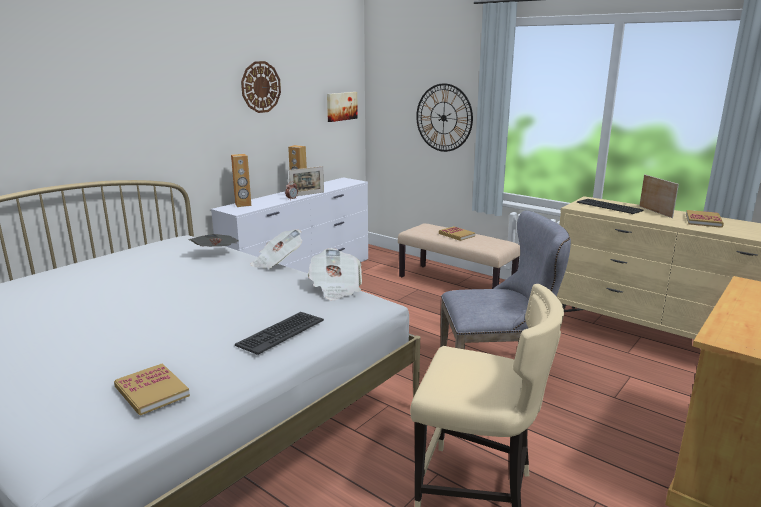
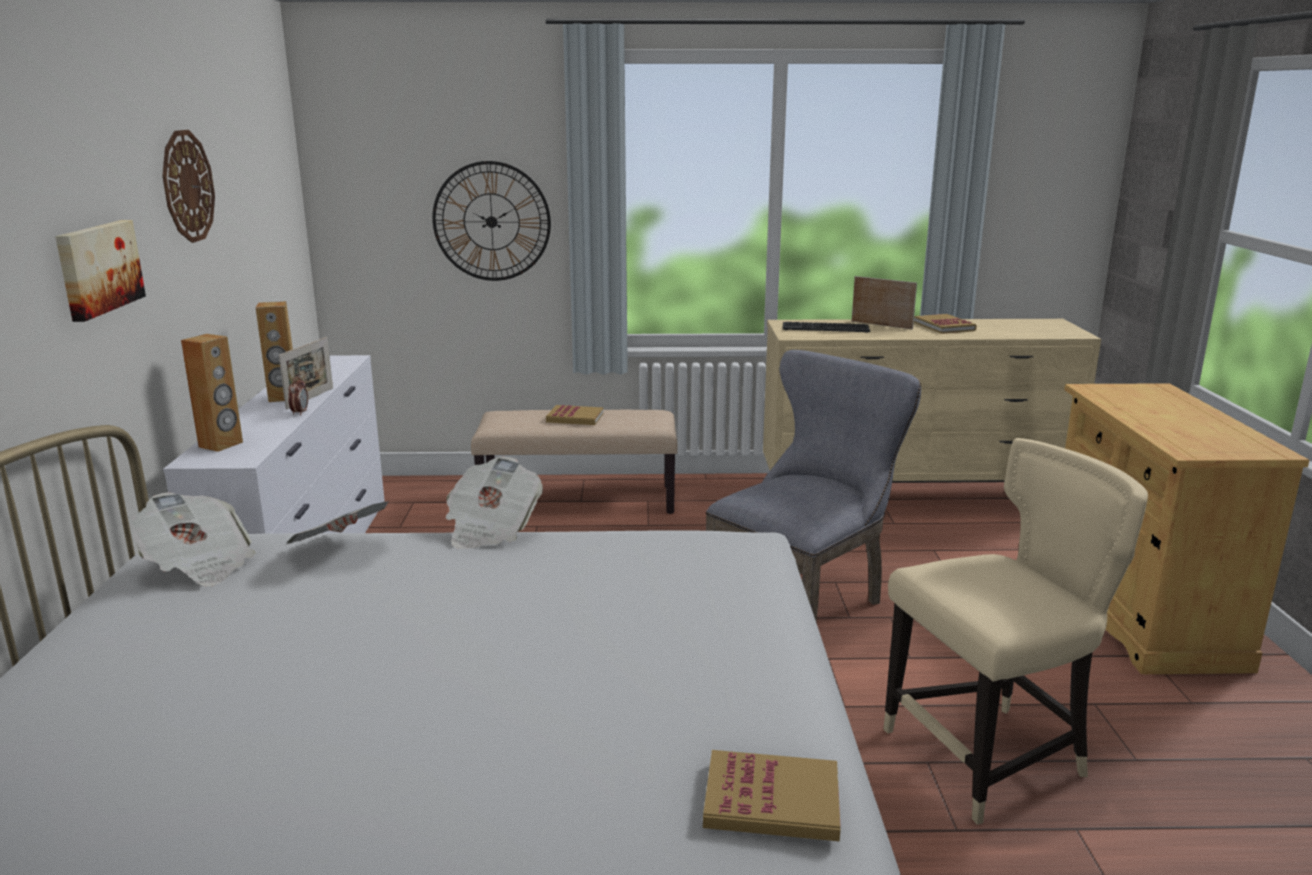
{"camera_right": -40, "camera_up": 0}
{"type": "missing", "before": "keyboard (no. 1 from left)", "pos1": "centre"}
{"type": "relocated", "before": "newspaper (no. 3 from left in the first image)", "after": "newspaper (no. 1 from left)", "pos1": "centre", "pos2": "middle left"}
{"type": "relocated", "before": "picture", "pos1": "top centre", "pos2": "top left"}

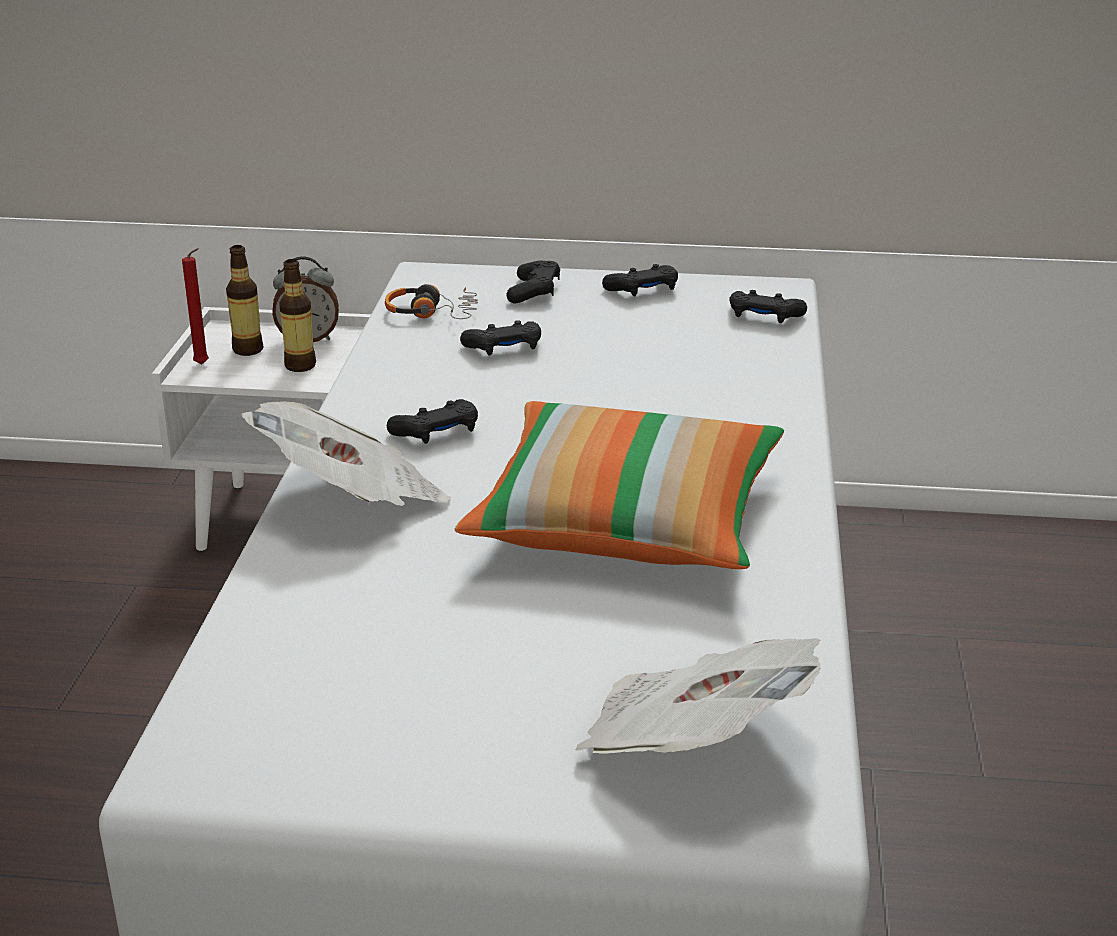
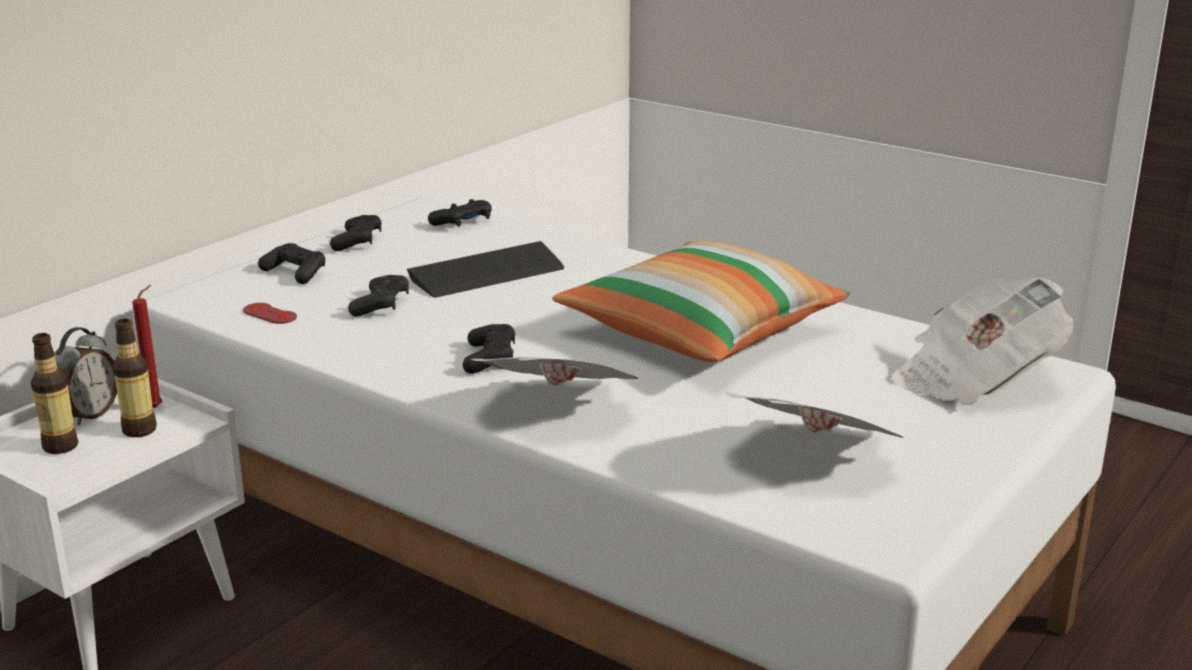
{"camera_right": -60, "camera_up": -5}
{"type": "appeared", "after": "keyboard", "pos2": "centre"}
{"type": "appeared", "after": "newspaper (no. 2 from left)", "pos2": "middle right"}
{"type": "relocated", "before": "candle/red", "pos1": "top left", "pos2": "middle left"}
{"type": "exchanged", "before": "headphones", "after": "game controller/red", "pos1": "top centre", "pos2": "middle left"}

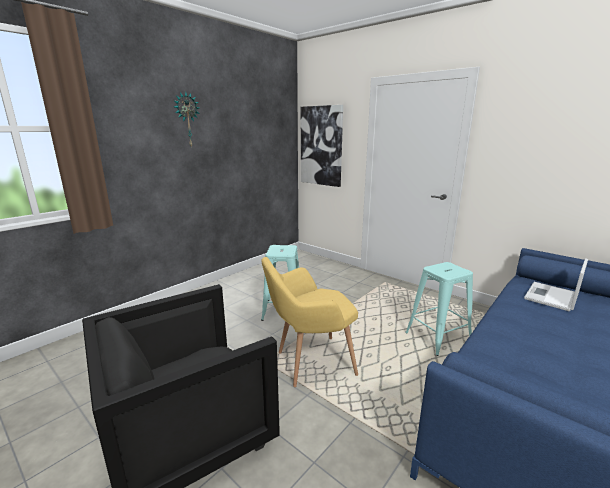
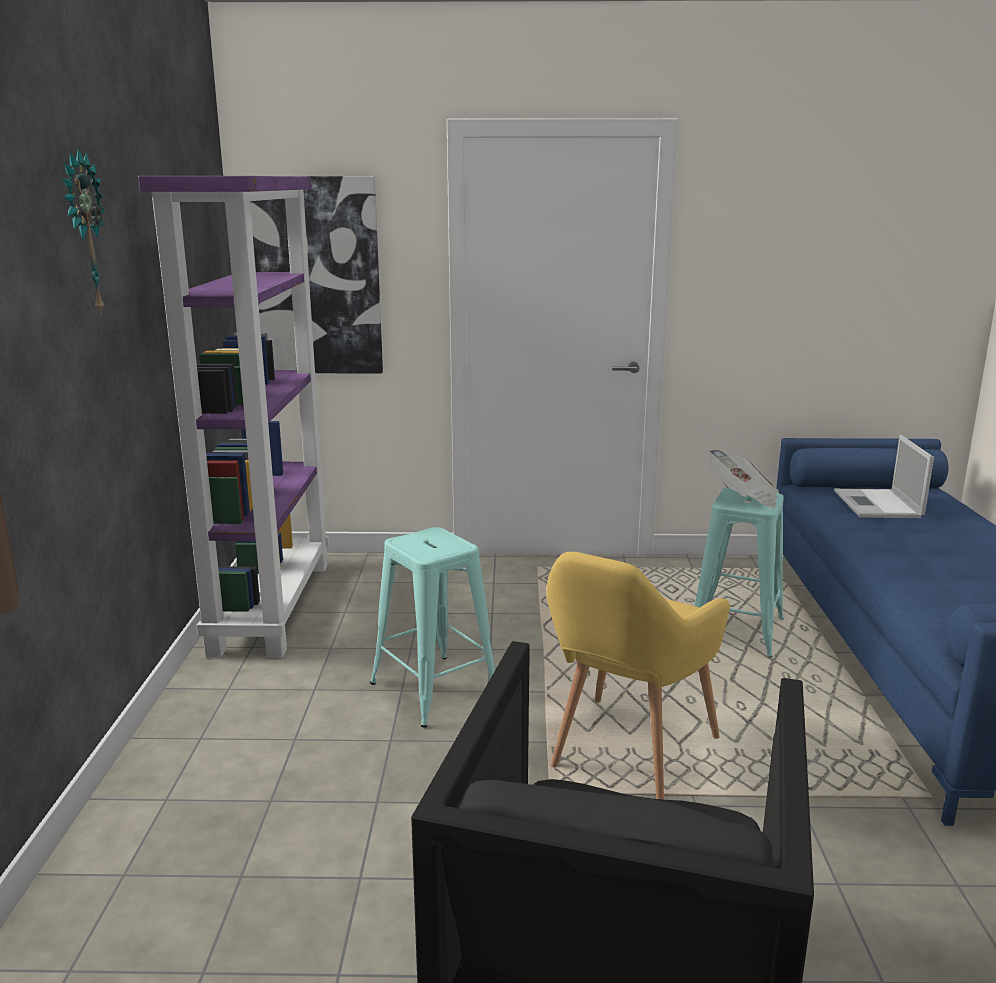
{"camera_right": -40, "camera_up": 0}
{"type": "appeared", "after": "bookcase/purple", "pos2": "middle left"}
{"type": "appeared", "after": "newspaper", "pos2": "middle right"}

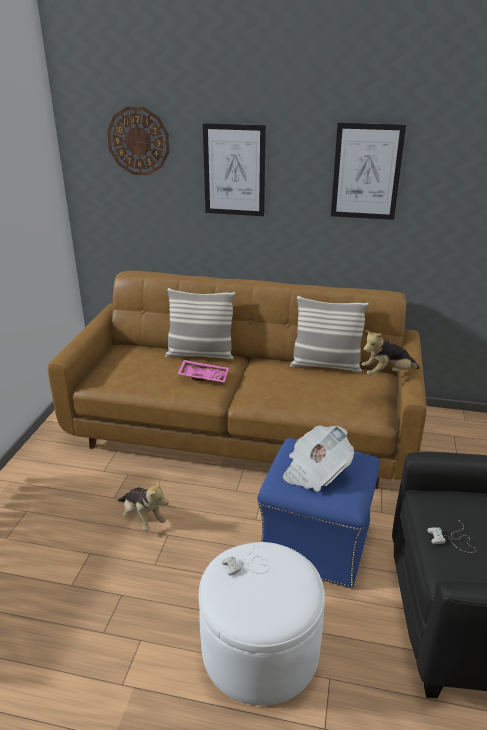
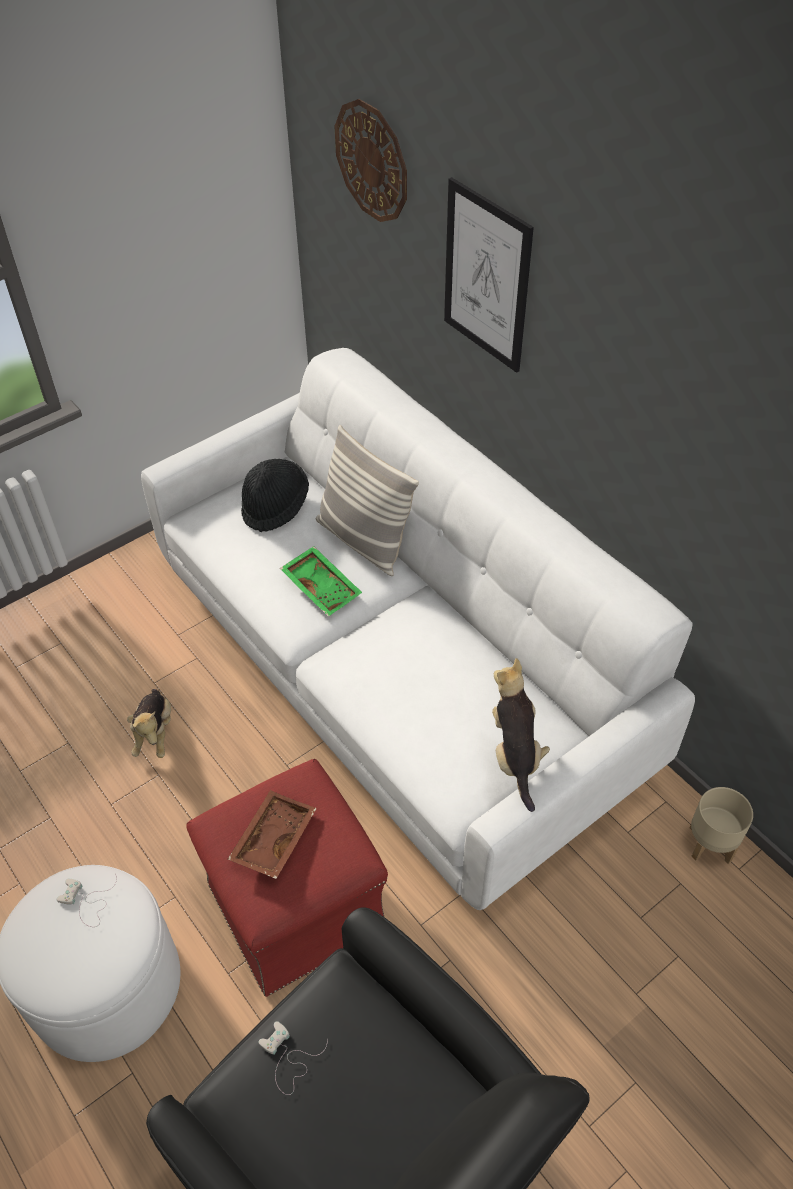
{"camera_right": 40, "camera_up": 20}
{"type": "missing", "before": "pillow (no. 2 from left)", "pos1": "middle right"}
{"type": "missing", "before": "picture (no. 2 from left)", "pos1": "top right"}
{"type": "appeared", "after": "hat/black", "pos2": "centre"}
{"type": "appeared", "after": "planter/beige", "pos2": "bottom right"}
{"type": "exchanged", "before": "newspaper", "after": "tray/brown", "pos1": "centre", "pos2": "bottom centre"}
{"type": "colour", "before": "sofa/brown", "after": "sofa/white", "pos1": "centre", "pos2": "centre"}
{"type": "colour", "before": "tray/pink", "after": "tray/green", "pos1": "centre", "pos2": "centre"}
{"type": "colour", "before": "ottoman/blue", "after": "ottoman/red", "pos1": "bottom centre", "pos2": "bottom centre"}
{"type": "spun", "before": "plush toy (no. 2 from left)", "pos1": "middle right", "pos2": "centre", "turn": 60}

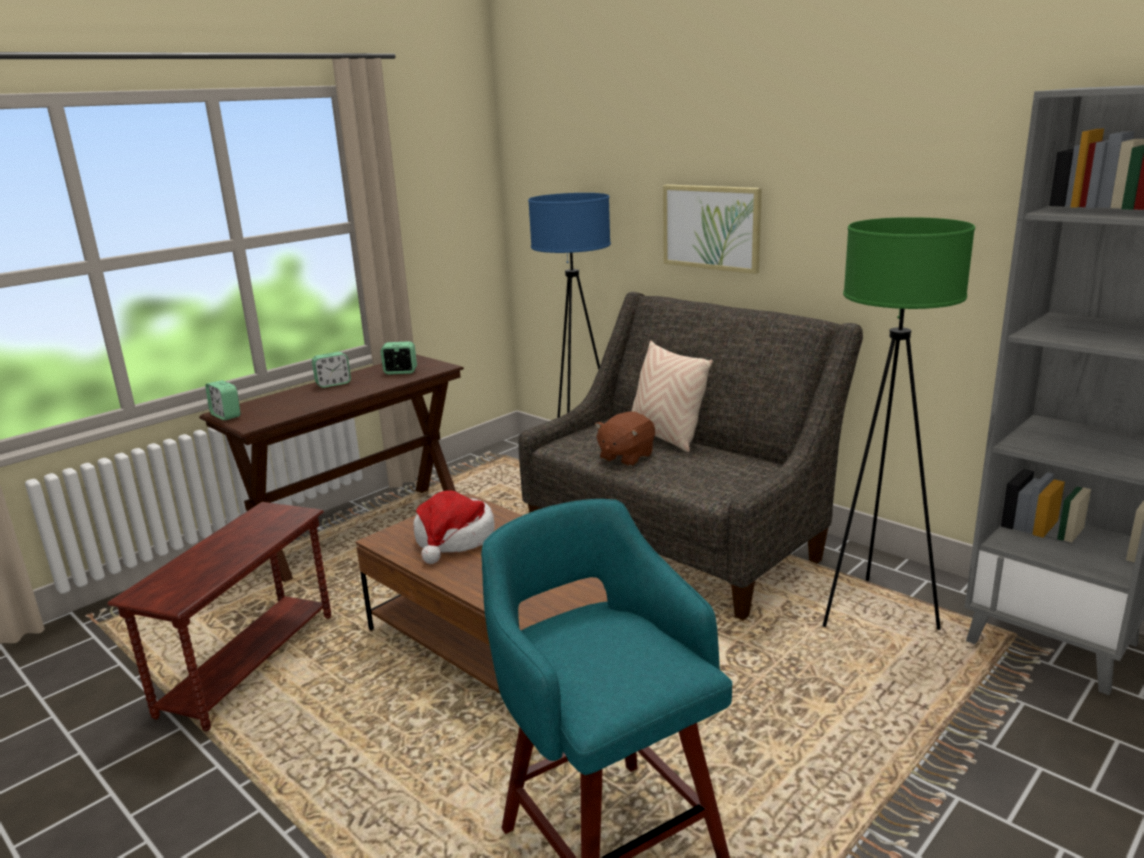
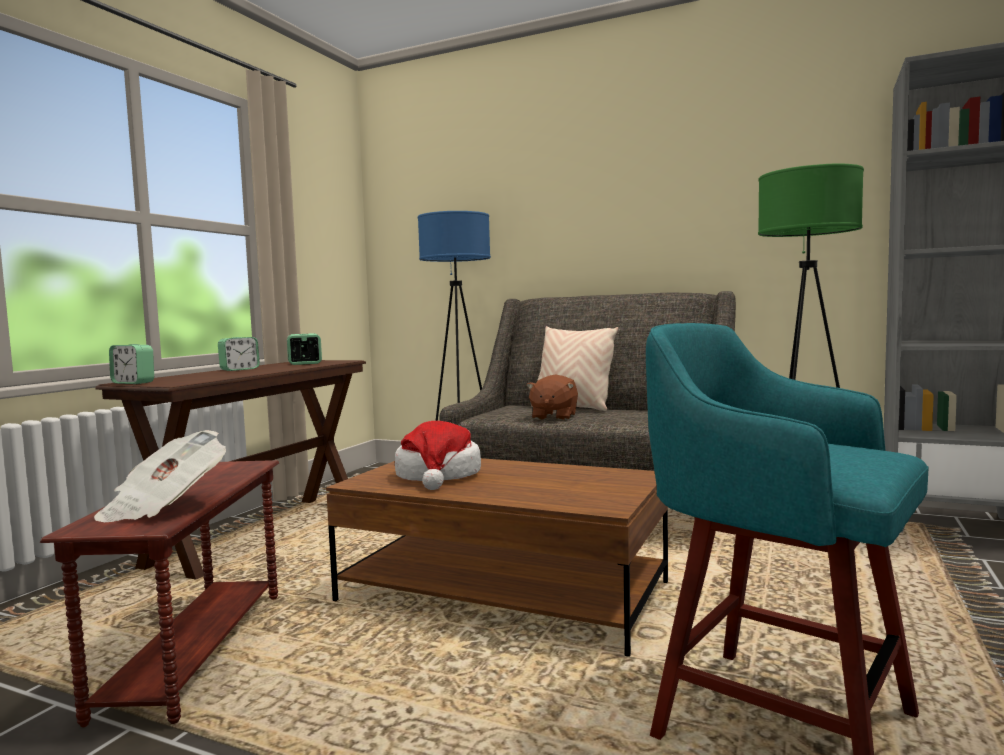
{"camera_right": -20, "camera_up": -15}
{"type": "missing", "before": "picture", "pos1": "top centre"}
{"type": "appeared", "after": "newspaper", "pos2": "middle left"}

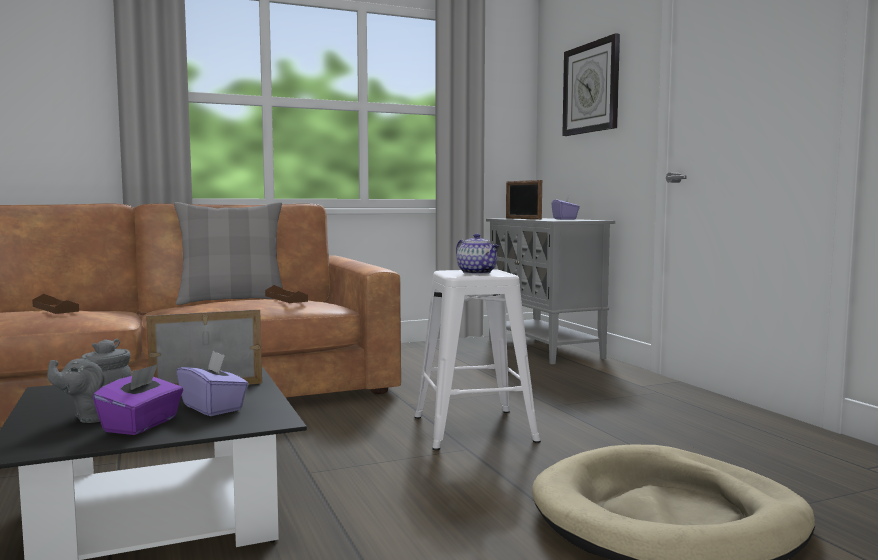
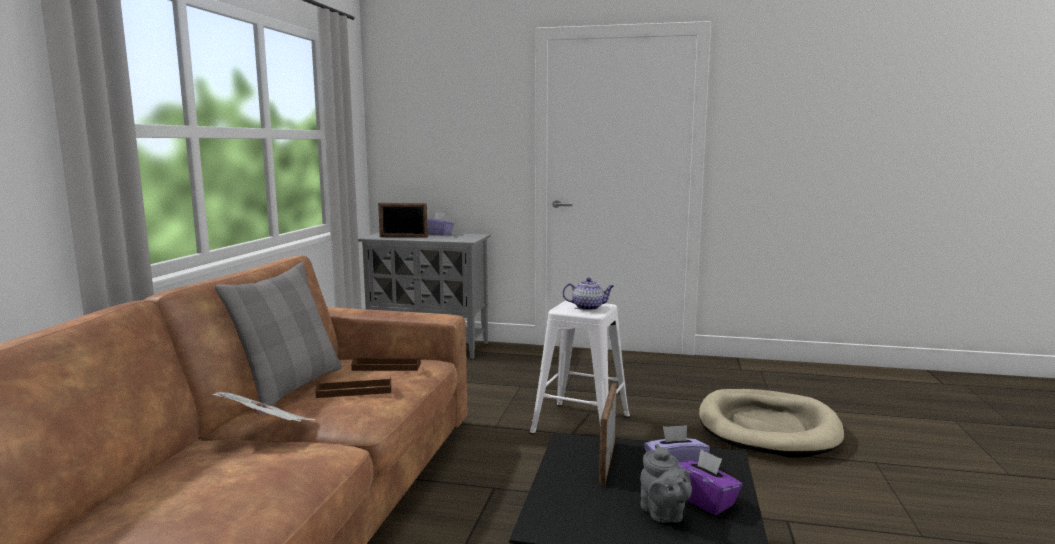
{"camera_right": -55, "camera_up": 5}
{"type": "missing", "before": "wall clock", "pos1": "top right"}
{"type": "appeared", "after": "newspaper", "pos2": "bottom left"}
{"type": "relocated", "before": "tray/brown (no. 1 from left)", "pos1": "middle left", "pos2": "bottom centre"}

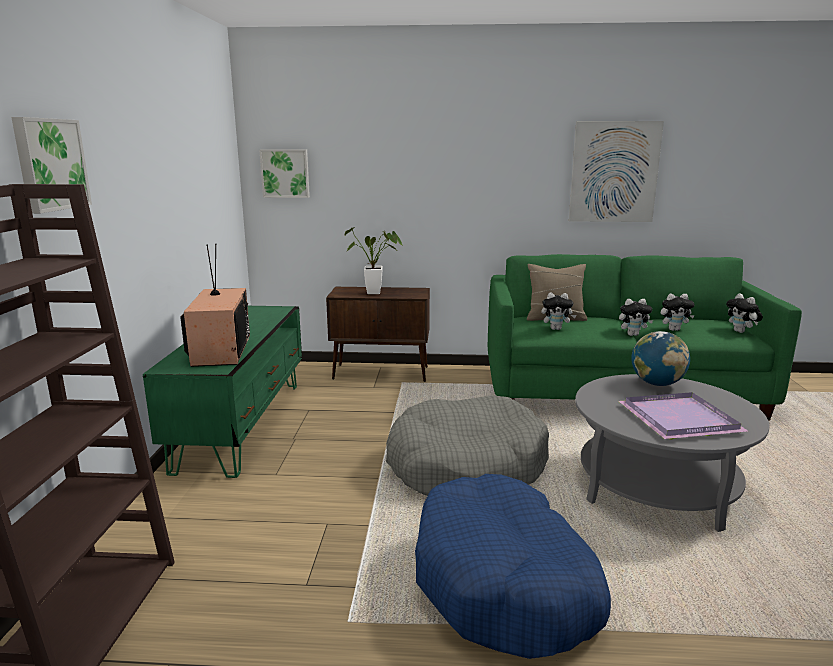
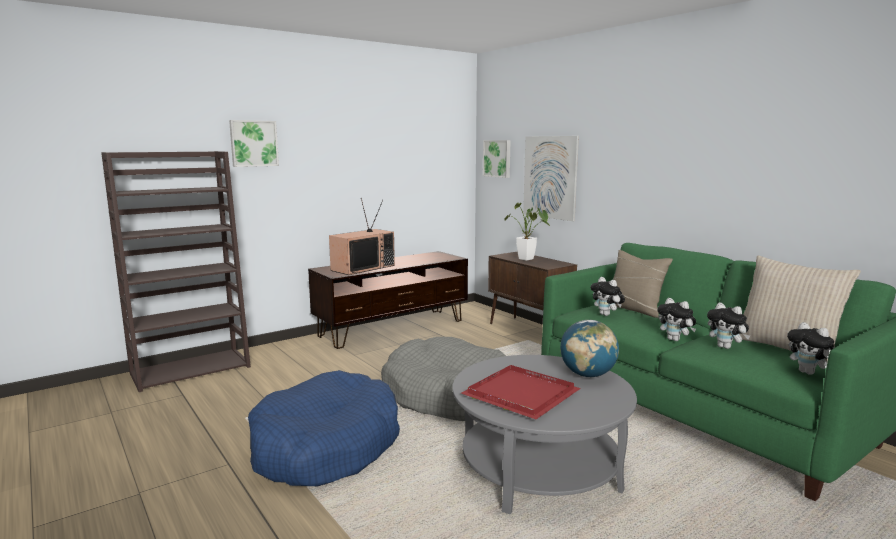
{"camera_right": 50, "camera_up": -5}
{"type": "appeared", "after": "pillow/beige (no. 2 from left)", "pos2": "middle right"}
{"type": "relocated", "before": "picture (no. 3 from left)", "pos1": "top right", "pos2": "top centre"}
{"type": "colour", "before": "tv stand/green", "after": "tv stand/brown", "pos1": "middle left", "pos2": "centre"}
{"type": "colour", "before": "tray/purple", "after": "tray/red", "pos1": "middle right", "pos2": "bottom centre"}
{"type": "spun", "before": "plush toy (no. 4 from left)", "pos1": "middle right", "pos2": "middle right", "turn": -60}

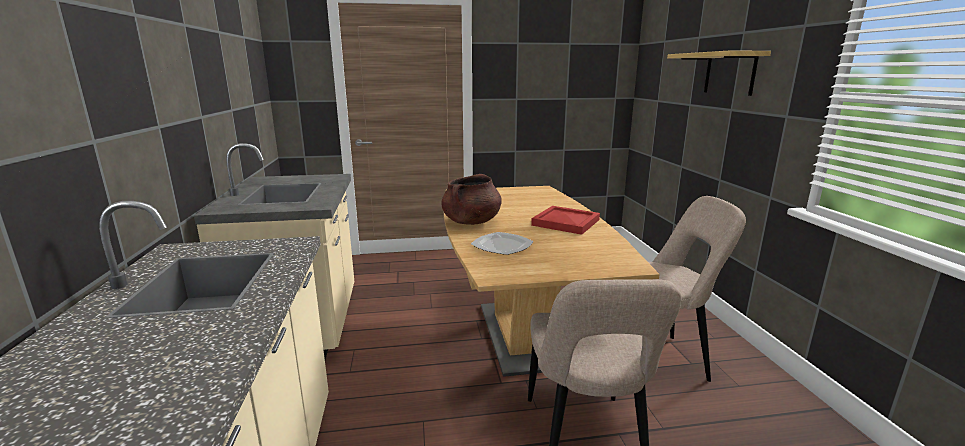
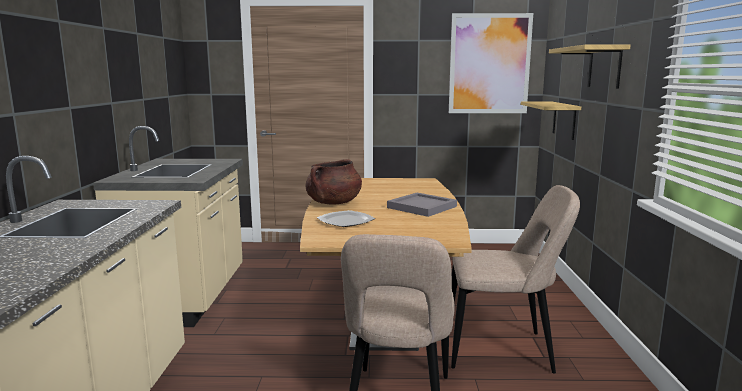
{"camera_right": 10, "camera_up": -5}
{"type": "appeared", "after": "picture", "pos2": "top centre"}
{"type": "appeared", "after": "shelf (no. 1 from left)", "pos2": "top right"}
{"type": "colour", "before": "tray/red", "after": "tray/grey", "pos1": "centre", "pos2": "centre"}

